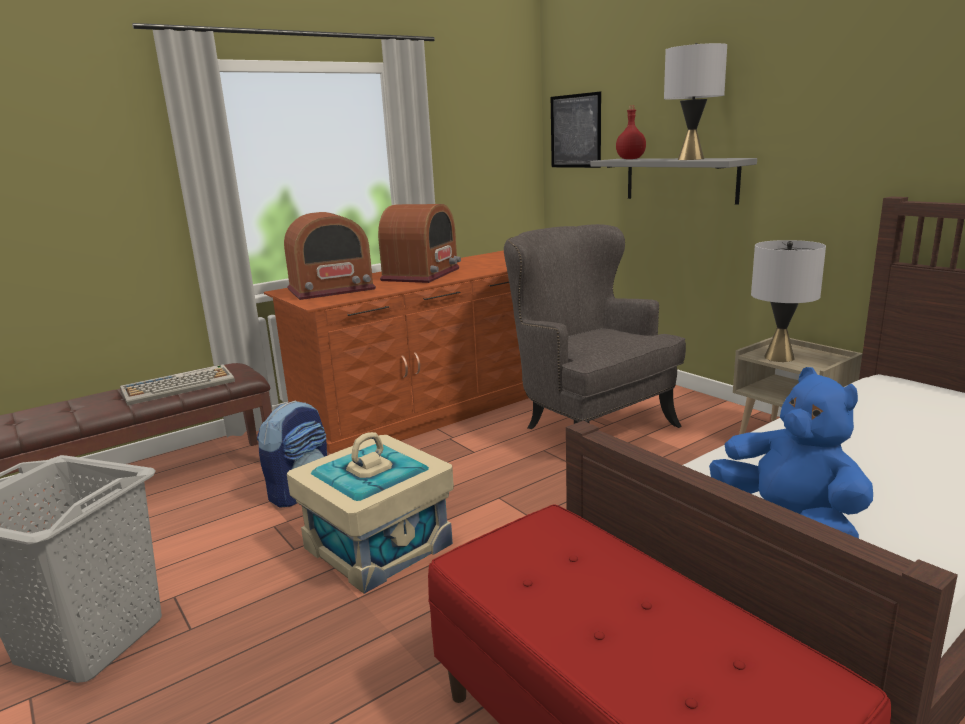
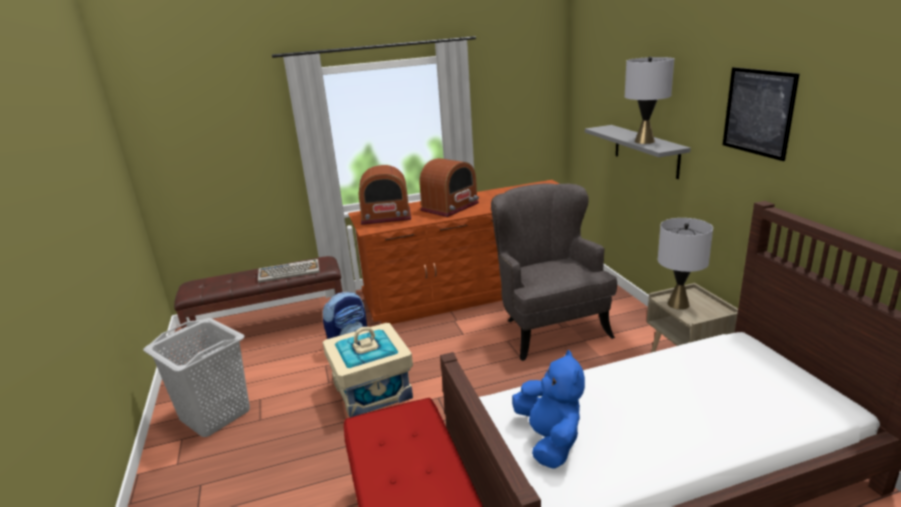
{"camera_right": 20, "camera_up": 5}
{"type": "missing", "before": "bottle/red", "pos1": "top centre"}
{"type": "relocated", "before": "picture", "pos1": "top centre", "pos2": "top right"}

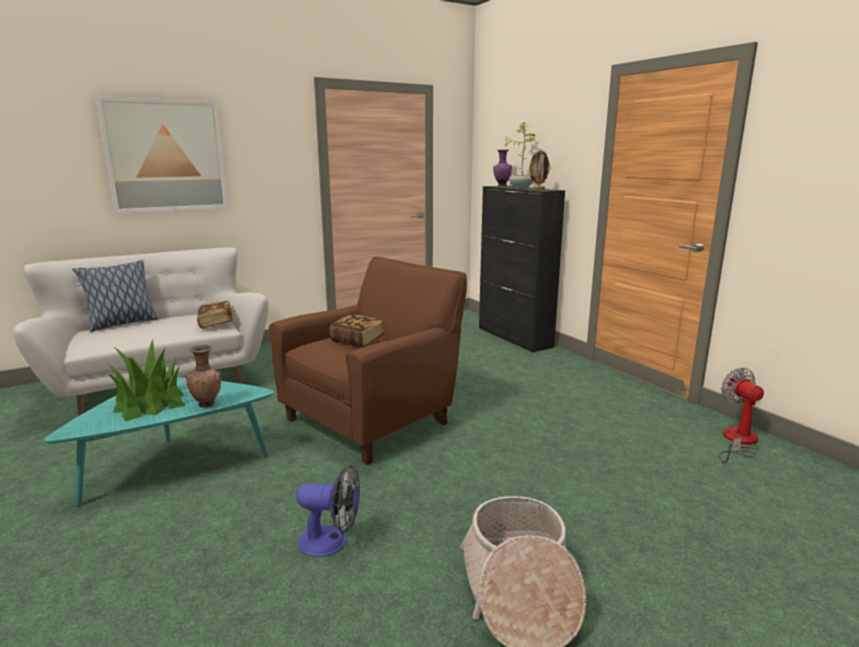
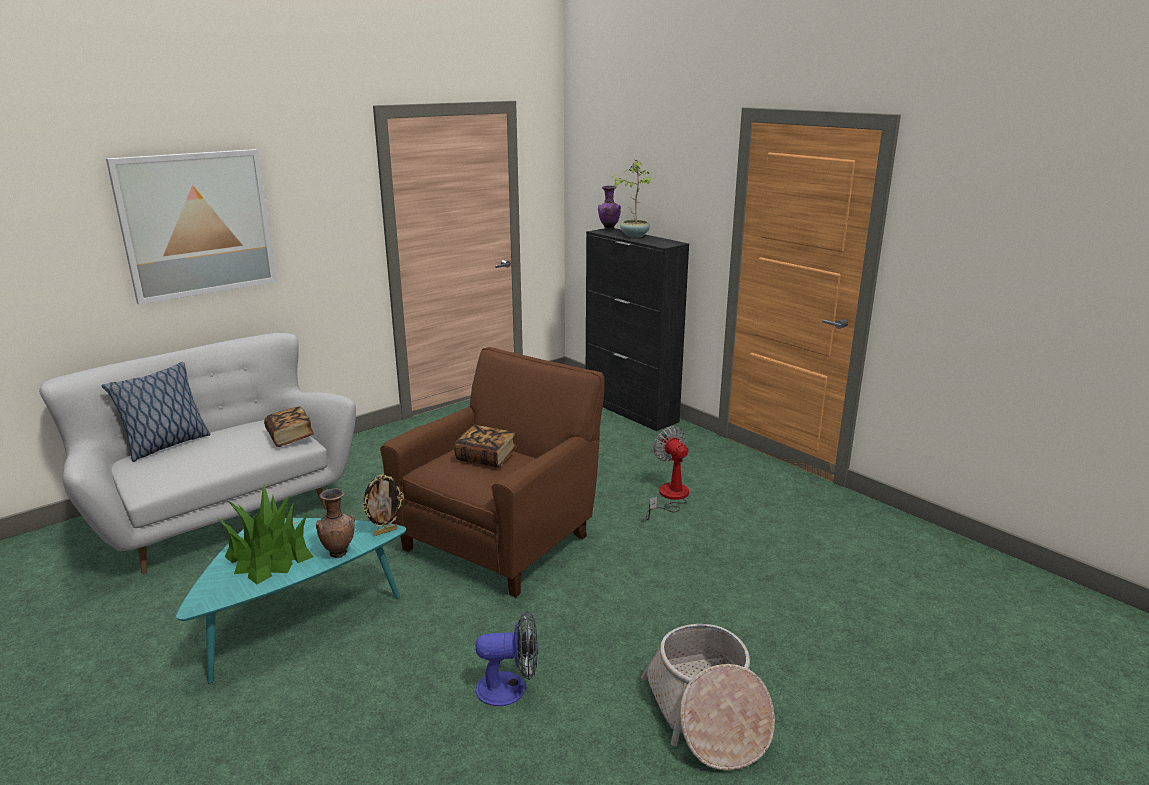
{"camera_right": -10, "camera_up": 5}
{"type": "relocated", "before": "picture frame", "pos1": "top centre", "pos2": "centre"}
{"type": "relocated", "before": "fan (no. 2 from left)", "pos1": "middle right", "pos2": "centre"}

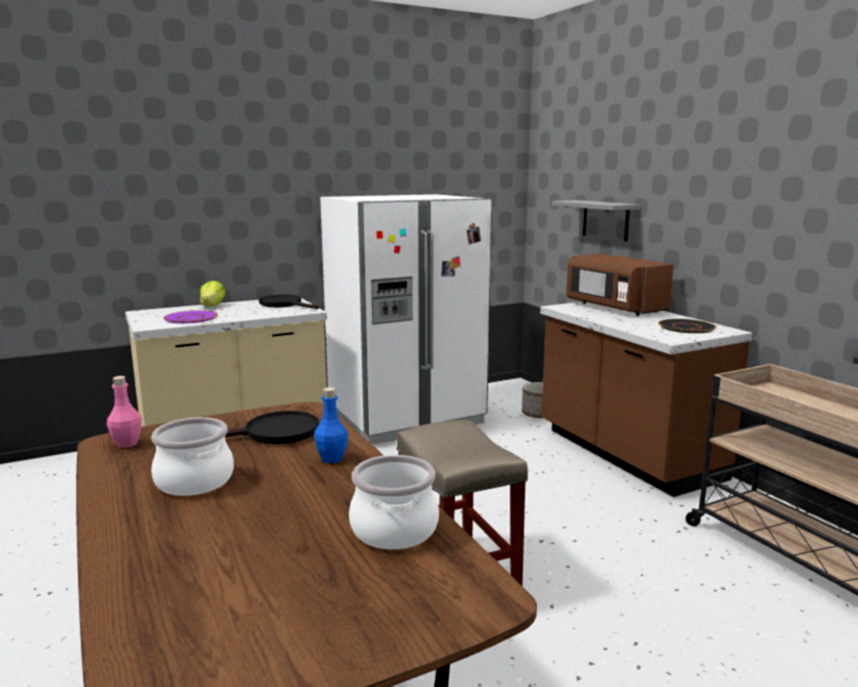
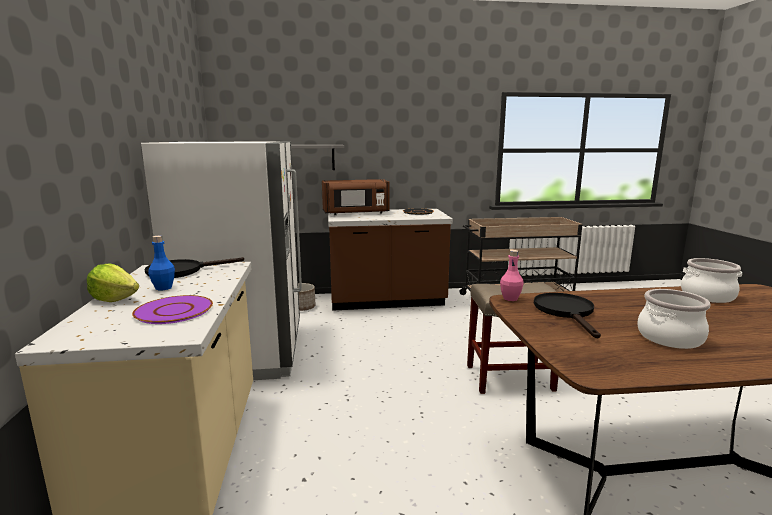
{"camera_right": -70, "camera_up": 0}
{"type": "relocated", "before": "bottle/pink", "pos1": "middle left", "pos2": "centre"}
{"type": "relocated", "before": "bottle/blue", "pos1": "centre", "pos2": "middle left"}

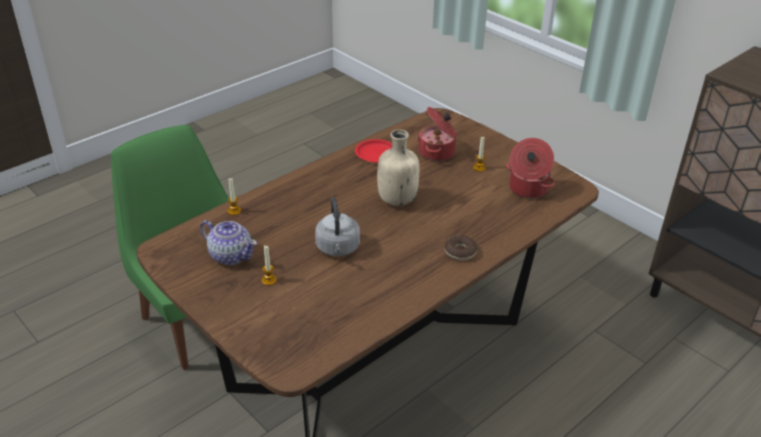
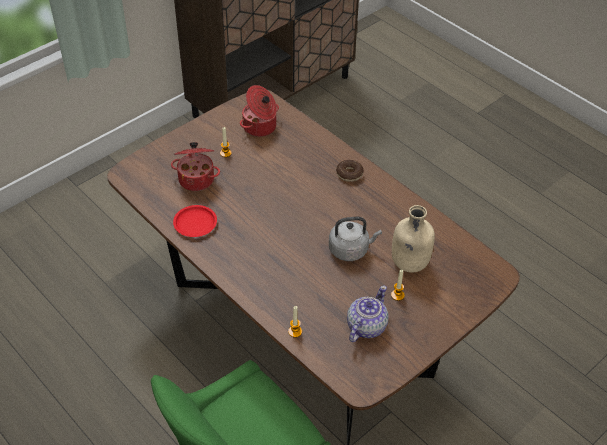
{"camera_right": -90, "camera_up": 10}
{"type": "relocated", "before": "bottle/beige", "pos1": "centre", "pos2": "middle right"}

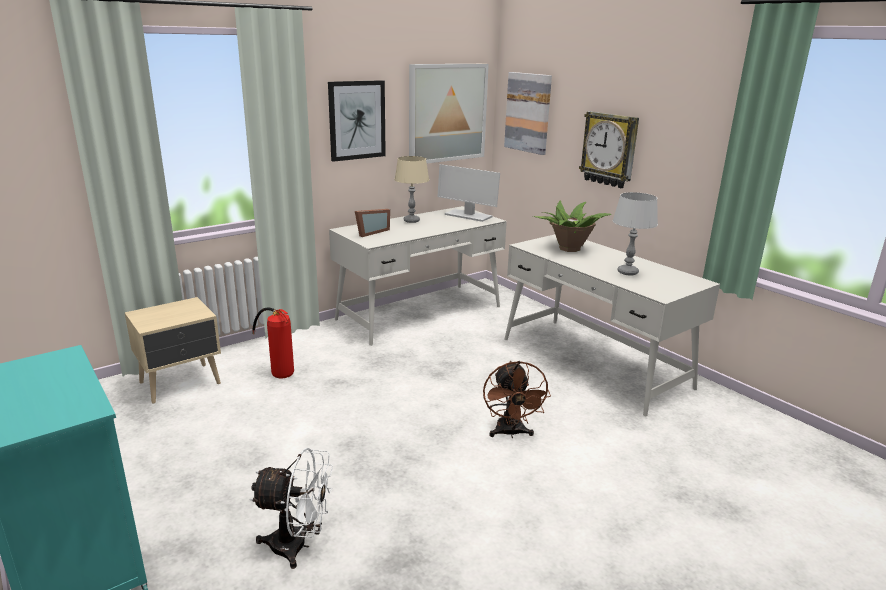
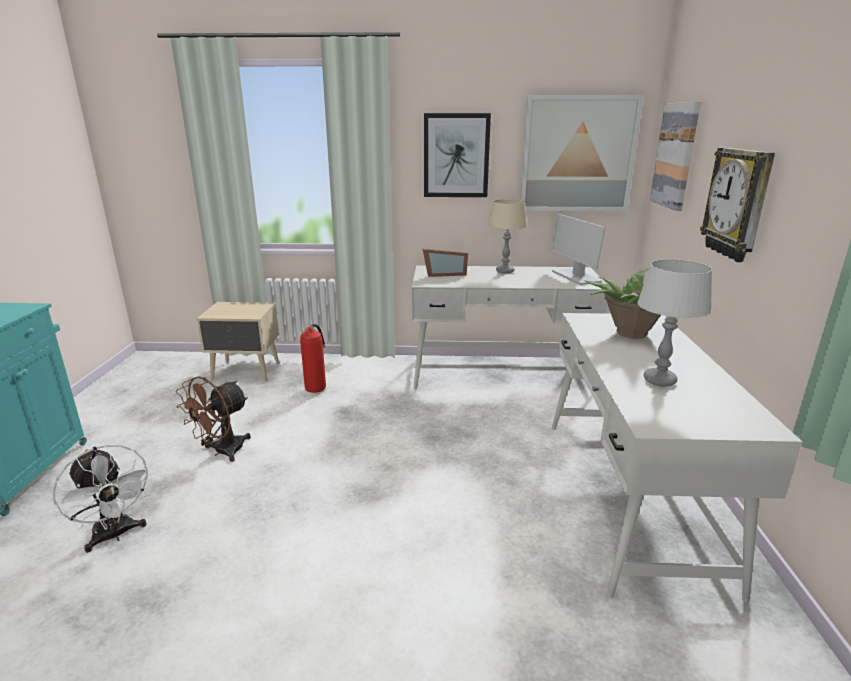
{"camera_right": 40, "camera_up": 0}
{"type": "relocated", "before": "fan/brown", "pos1": "bottom centre", "pos2": "middle left"}

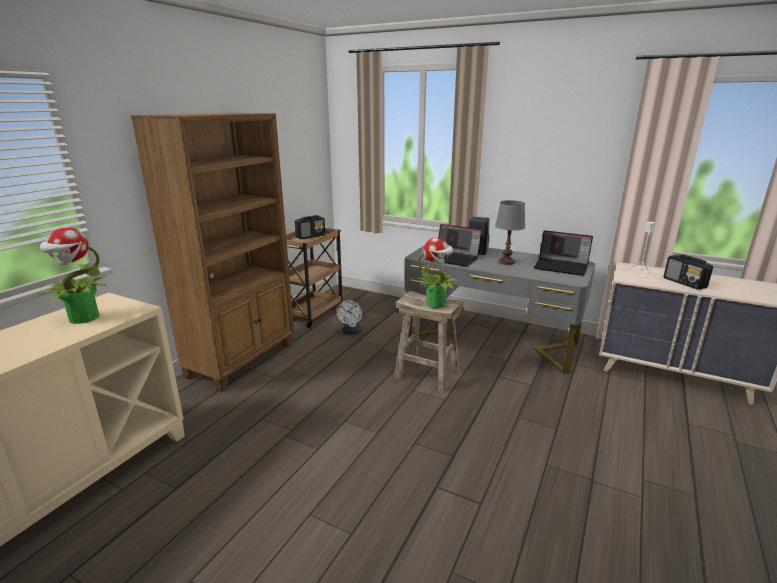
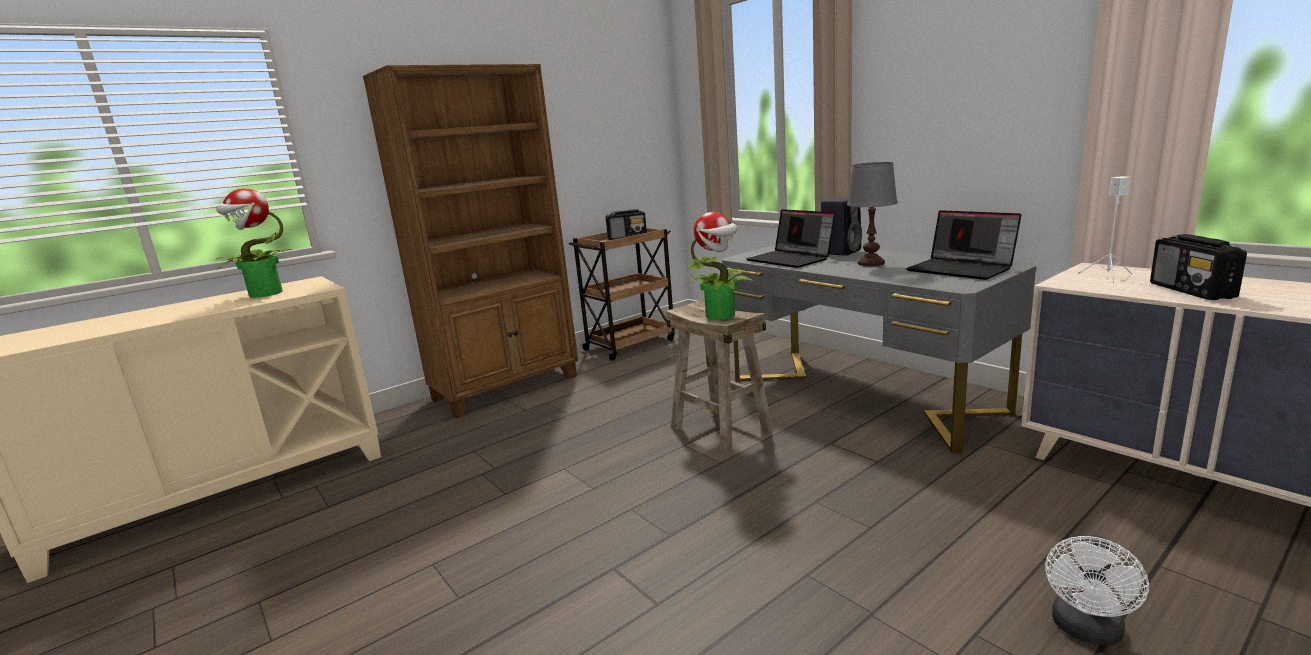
{"camera_right": 25, "camera_up": -5}
{"type": "relocated", "before": "fan/white", "pos1": "centre", "pos2": "bottom right"}

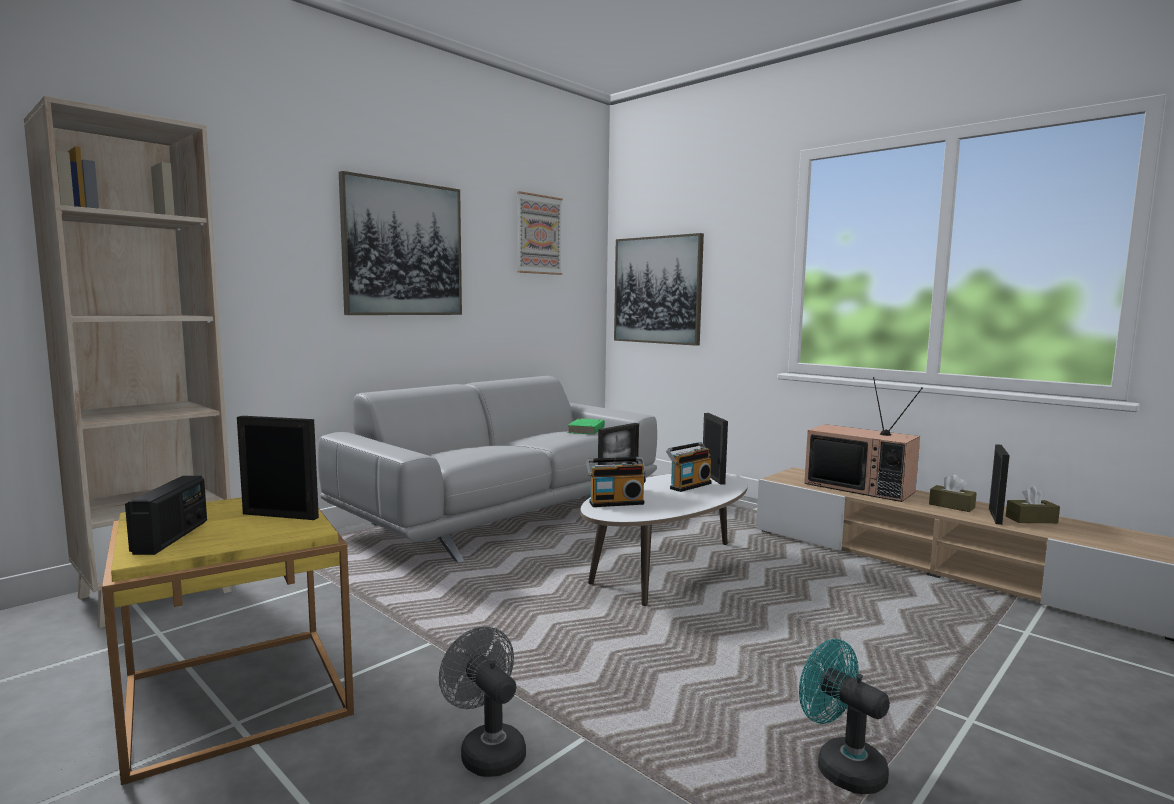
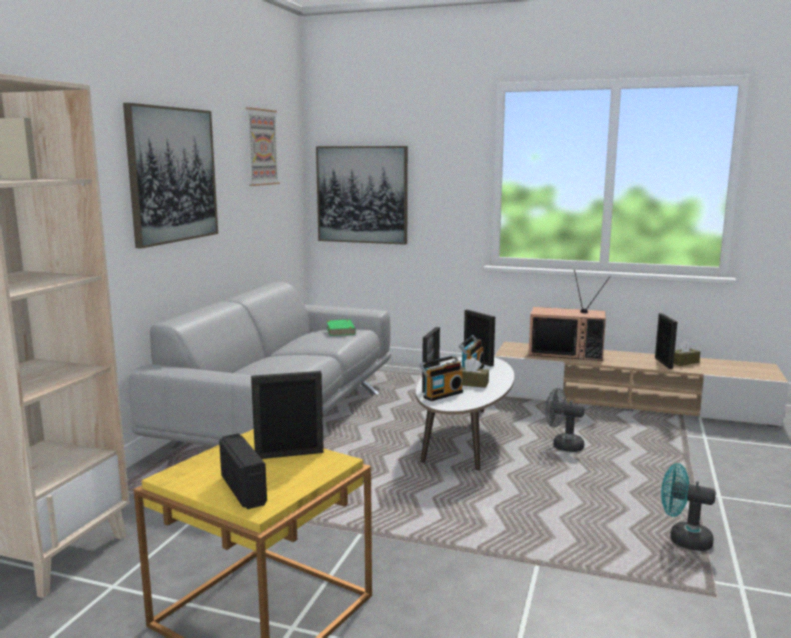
{"camera_right": -25, "camera_up": 5}
{"type": "relocated", "before": "fan/grey", "pos1": "bottom centre", "pos2": "middle right"}
{"type": "relocated", "before": "tissue box/brown (no. 1 from left)", "pos1": "middle right", "pos2": "centre"}

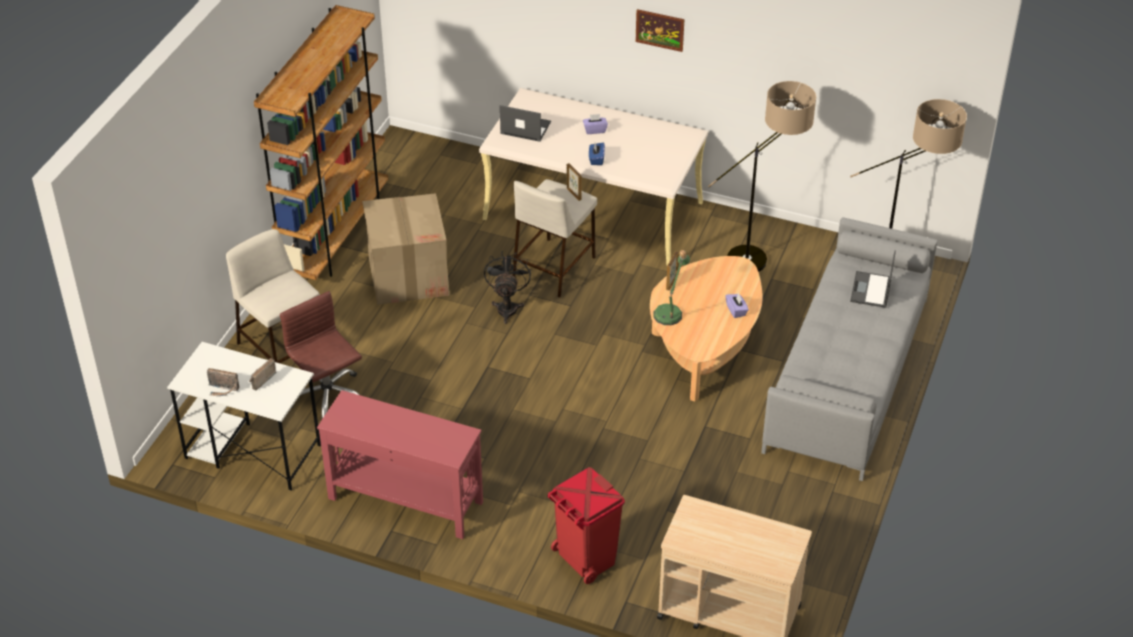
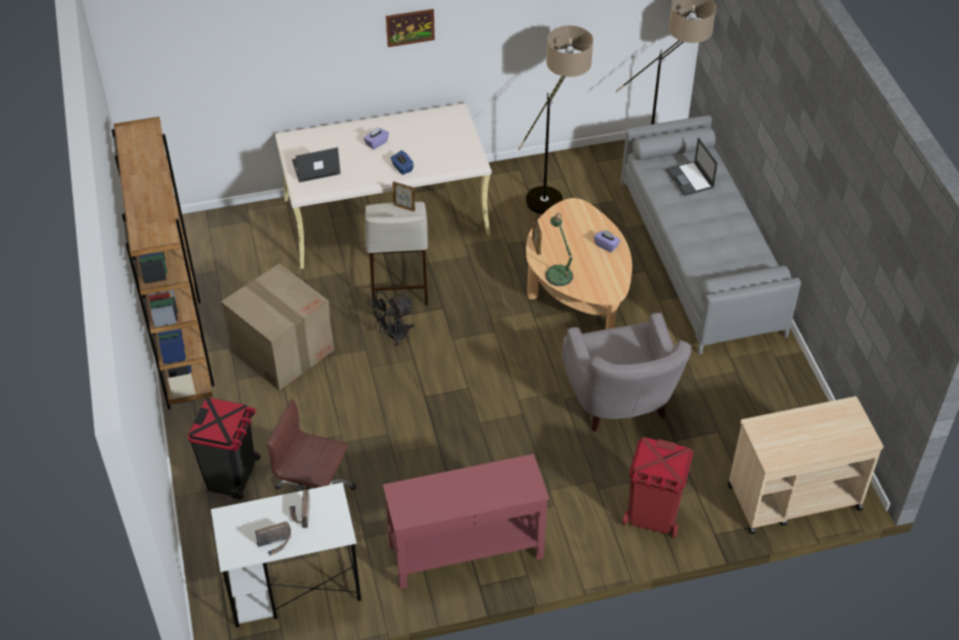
{"camera_right": -35, "camera_up": 5}
{"type": "appeared", "after": "armchair/grey", "pos2": "centre"}
{"type": "exchanged", "before": "stool/beige (no. 1 from left)", "after": "trash can/black", "pos1": "middle left", "pos2": "bottom left"}
{"type": "spun", "before": "fan/black", "pos1": "centre", "pos2": "centre", "turn": -90}

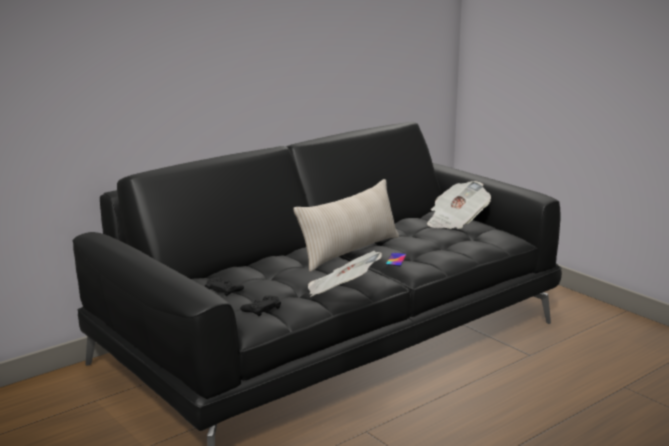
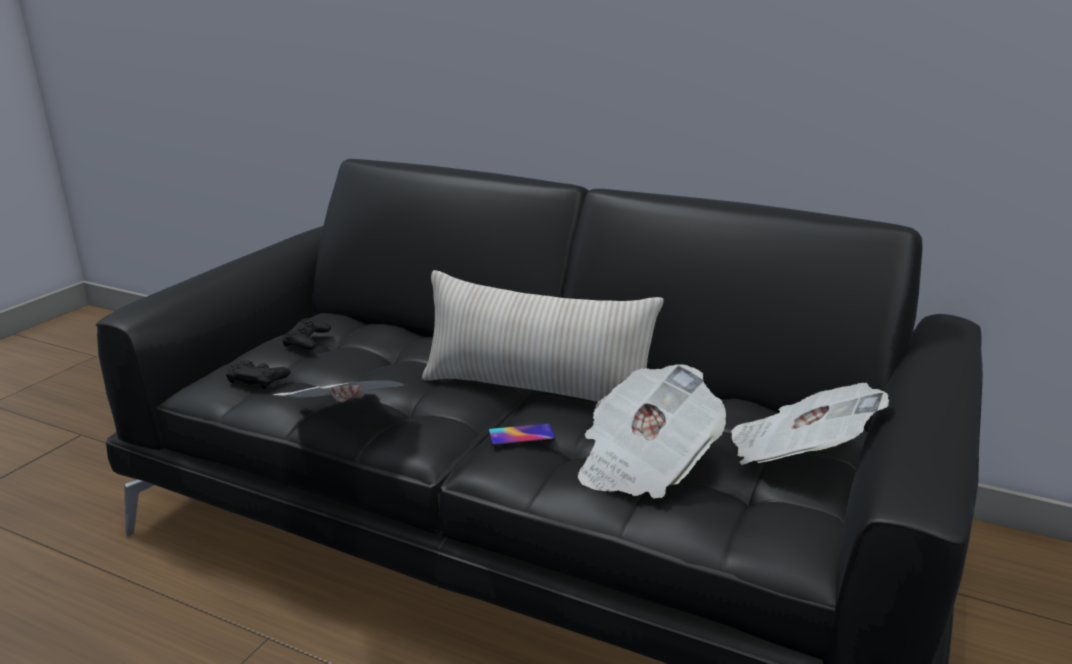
{"camera_right": 65, "camera_up": 5}
{"type": "appeared", "after": "newspaper (no. 2 from left)", "pos2": "centre"}

